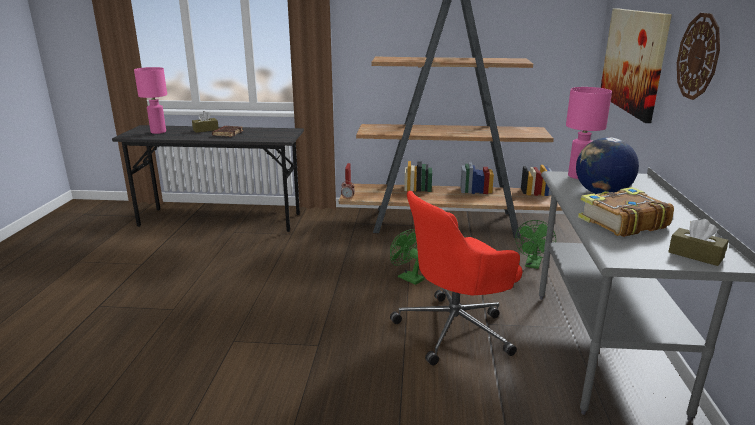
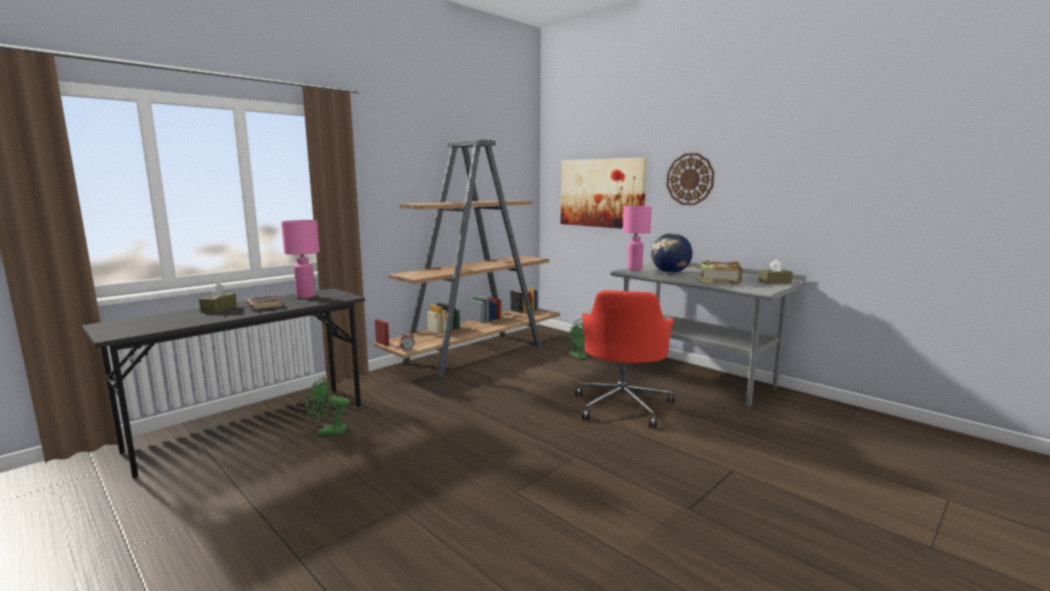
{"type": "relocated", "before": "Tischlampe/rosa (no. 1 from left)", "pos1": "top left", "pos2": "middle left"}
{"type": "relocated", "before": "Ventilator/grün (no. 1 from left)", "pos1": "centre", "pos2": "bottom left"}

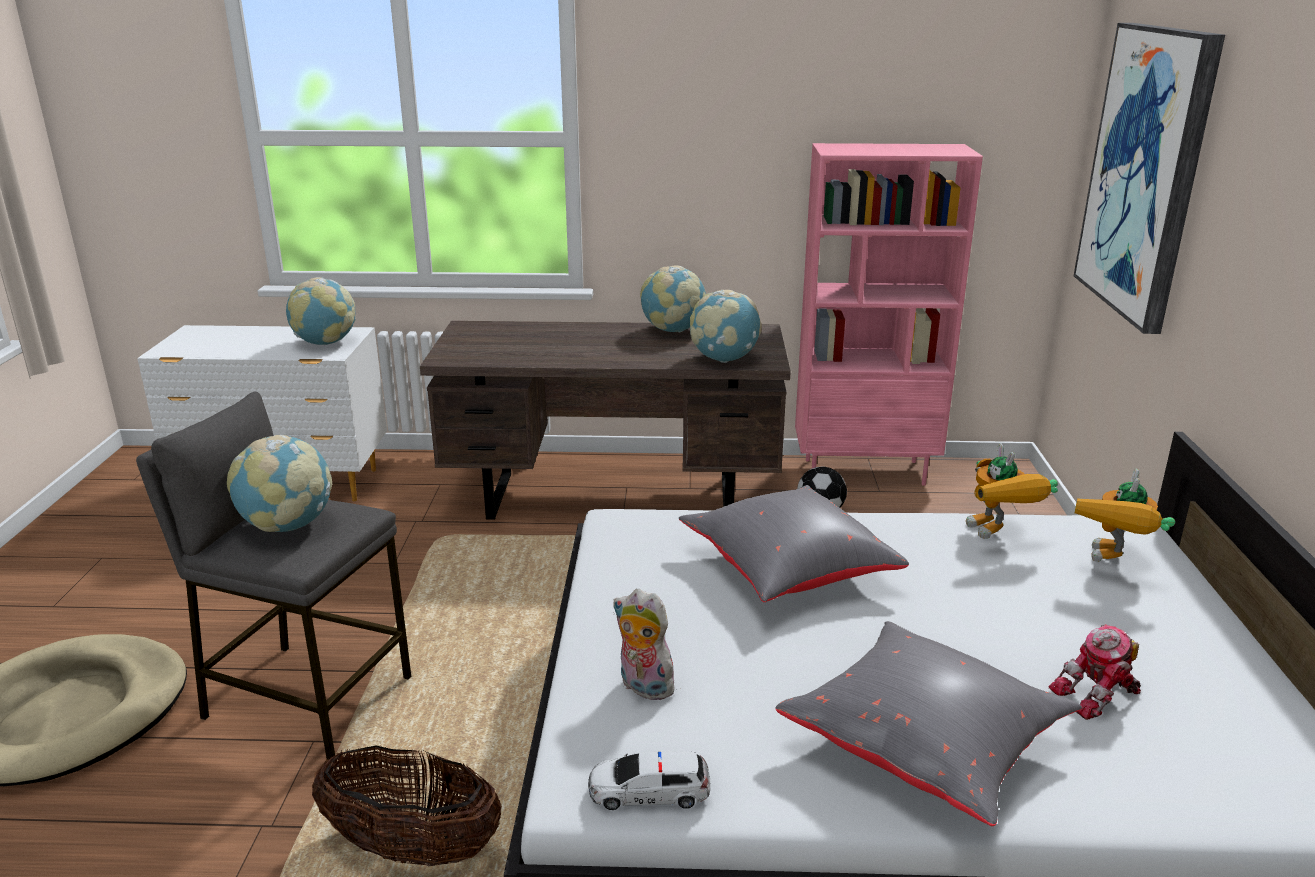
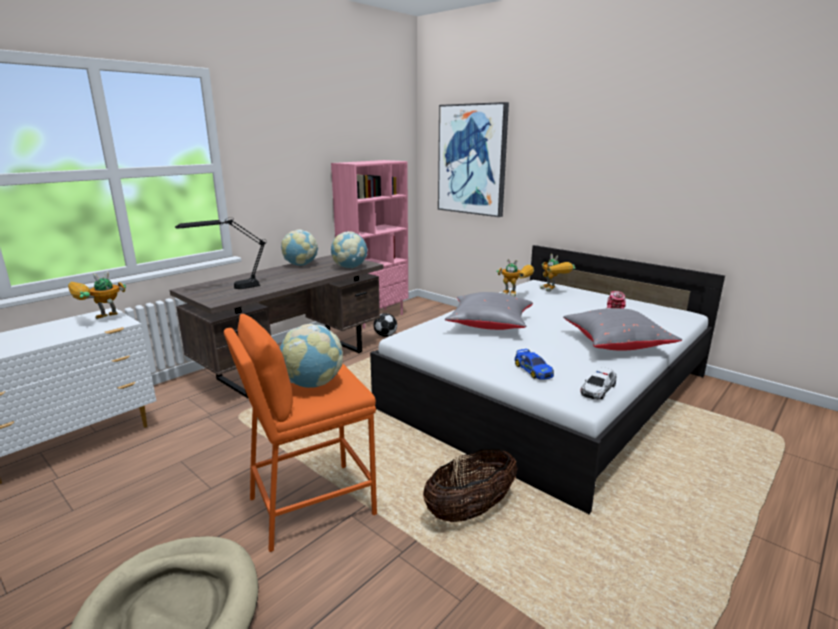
{"type": "appeared", "after": "Tischlampe/schwarz", "pos2": "middle left"}
{"type": "exchanged", "before": "Globus (no. 2 from left)", "after": "Spielzeugroboter (no. 1 from left)", "pos1": "middle left", "pos2": "middle left"}
{"type": "exchanged", "before": "Plüschtier", "after": "Spielzeugauto (no. 1 from left)", "pos1": "bottom centre", "pos2": "centre"}
{"type": "colour", "before": "Hocker/grau", "after": "Hocker/orange", "pos1": "middle left", "pos2": "bottom centre"}

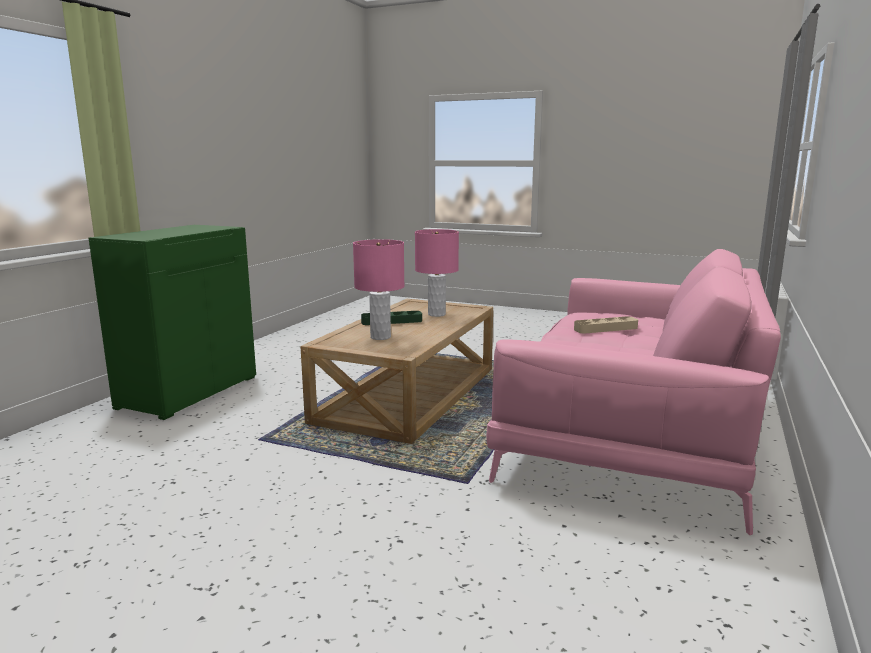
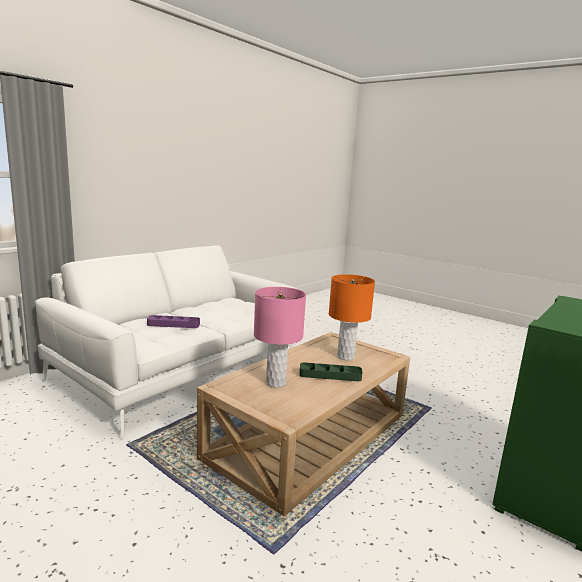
{"type": "colour", "before": "Tischlampe/rosa (no. 1 from left)", "after": "Tischlampe/orange", "pos1": "centre", "pos2": "centre"}
{"type": "colour", "before": "Sofa/rosa", "after": "Sofa/weiß", "pos1": "middle right", "pos2": "middle left"}
{"type": "colour", "before": "Tablett/beige", "after": "Tablett/lila", "pos1": "middle right", "pos2": "middle left"}

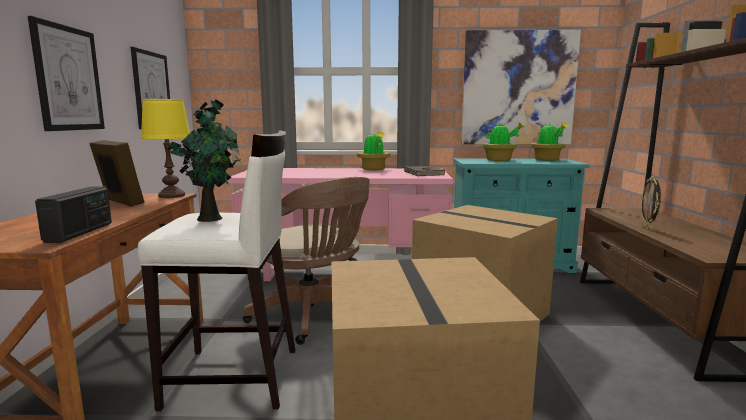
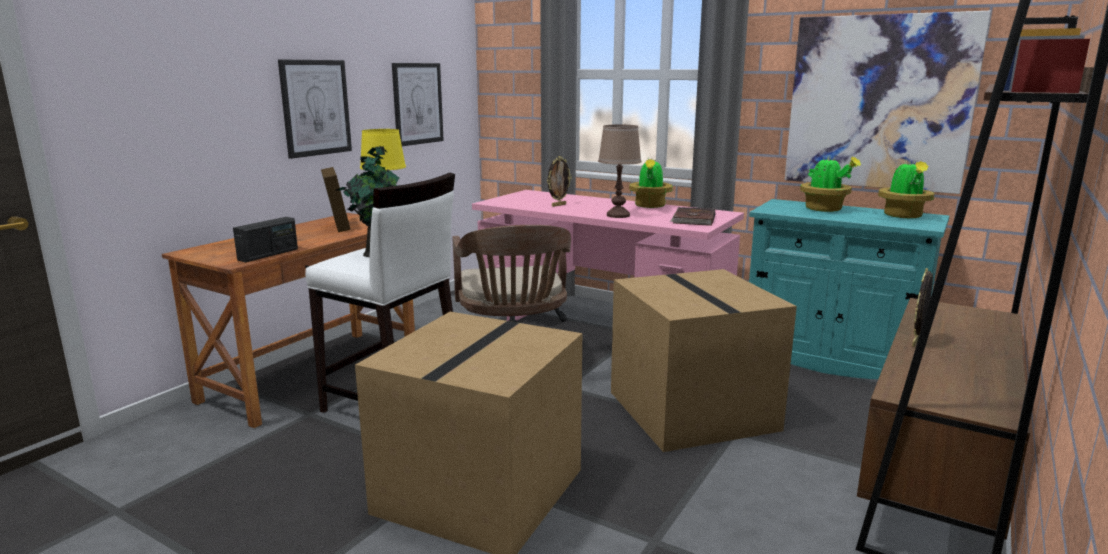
{"type": "appeared", "after": "Bilderrahmen (no. 2 from left)", "pos2": "top centre"}
{"type": "appeared", "after": "Tischlampe/braun", "pos2": "top centre"}

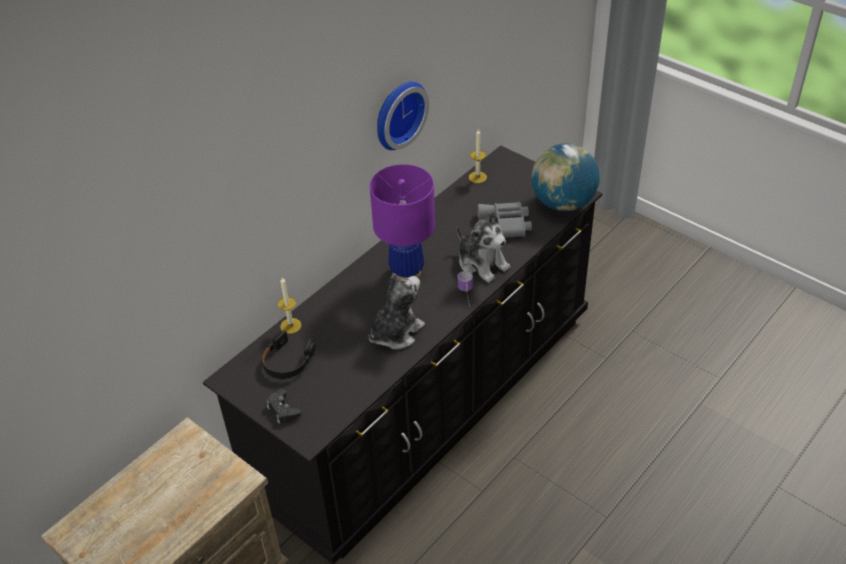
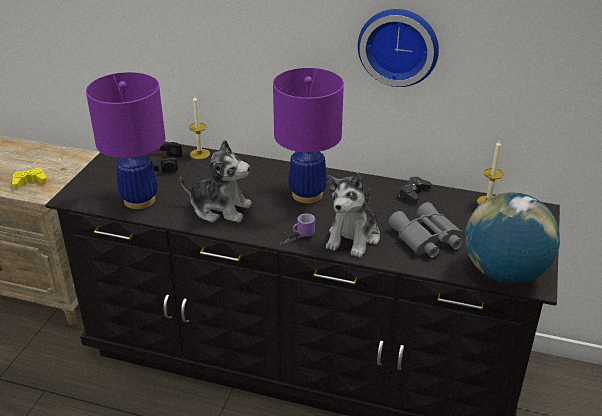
{"type": "appeared", "after": "Gamepad/gelb", "pos2": "middle left"}
{"type": "appeared", "after": "Tischlampe/lila (no. 1 from left)", "pos2": "middle left"}
{"type": "relocated", "before": "Gamepad/schwarz", "pos1": "bottom centre", "pos2": "middle right"}

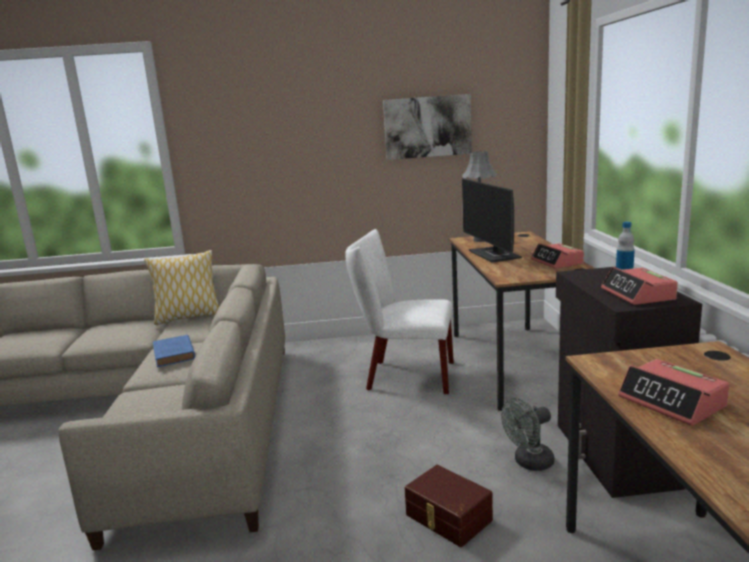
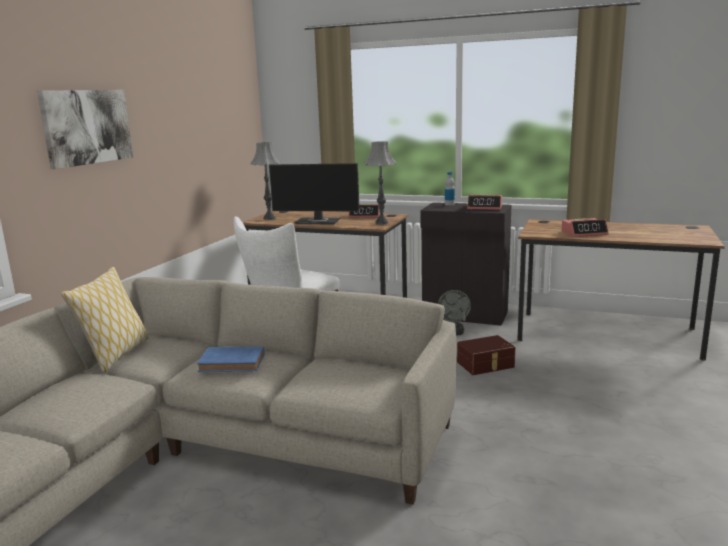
{"type": "appeared", "after": "Tischlampe/grau (no. 2 from left)", "pos2": "centre"}
{"type": "relocated", "before": "Bild", "pos1": "top centre", "pos2": "top left"}

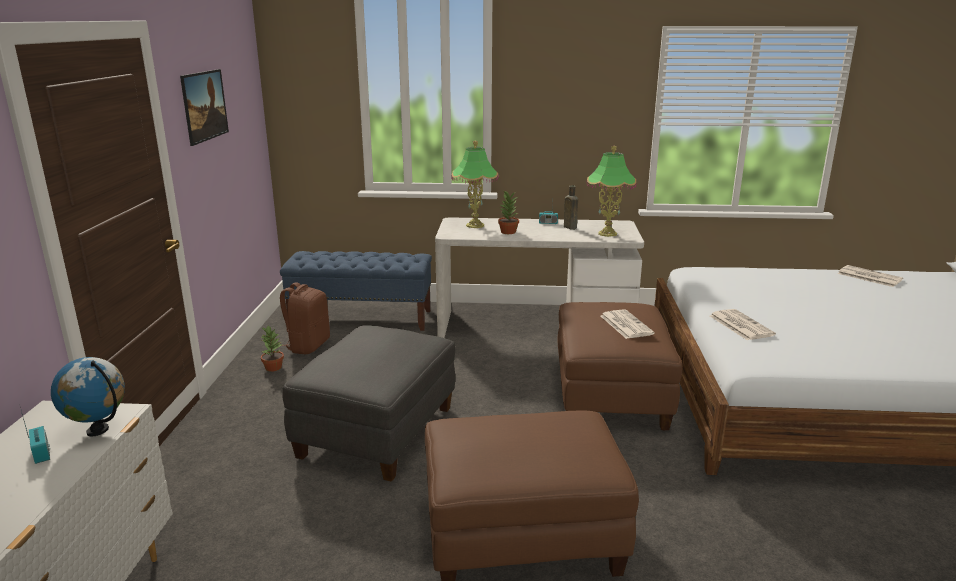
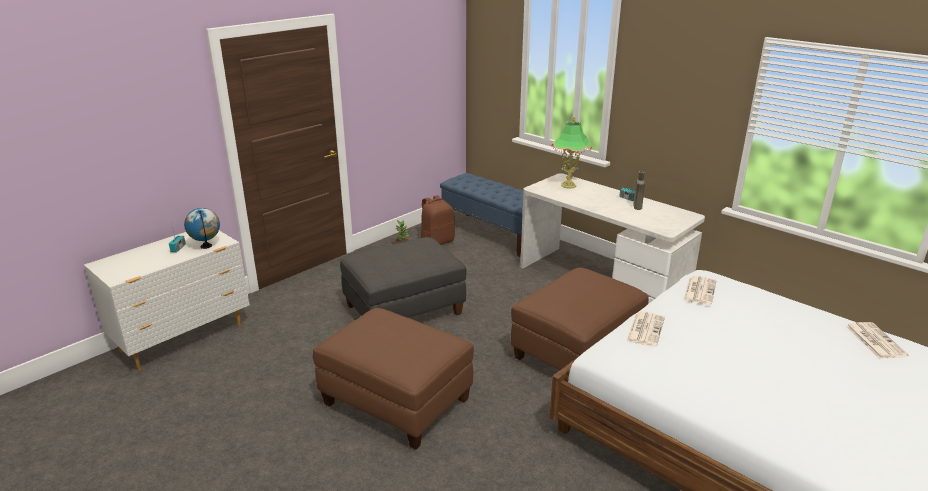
{"type": "missing", "before": "Bild", "pos1": "top left"}
{"type": "missing", "before": "Topfpflanze (no. 2 from left)", "pos1": "centre"}
{"type": "missing", "before": "Tischlampe (no. 2 from left)", "pos1": "top centre"}
{"type": "relocated", "before": "Zeitung (no. 1 from left in the first image)", "after": "Zeitung (no. 2 from left)", "pos1": "centre", "pos2": "middle right"}

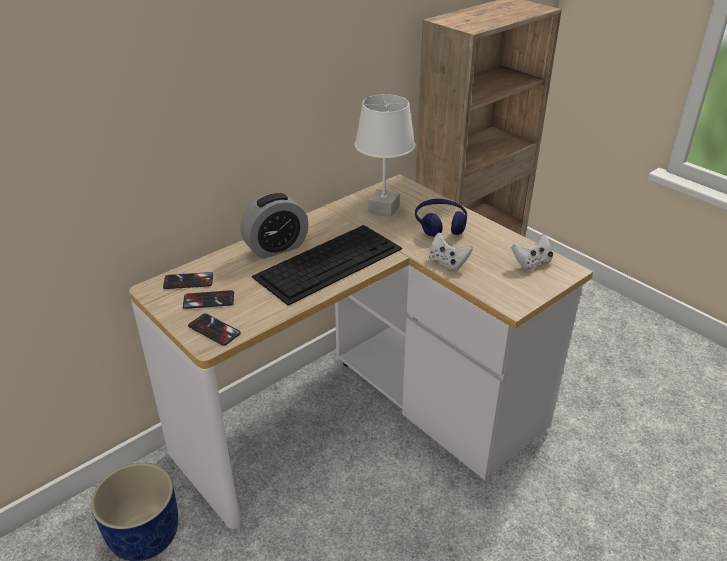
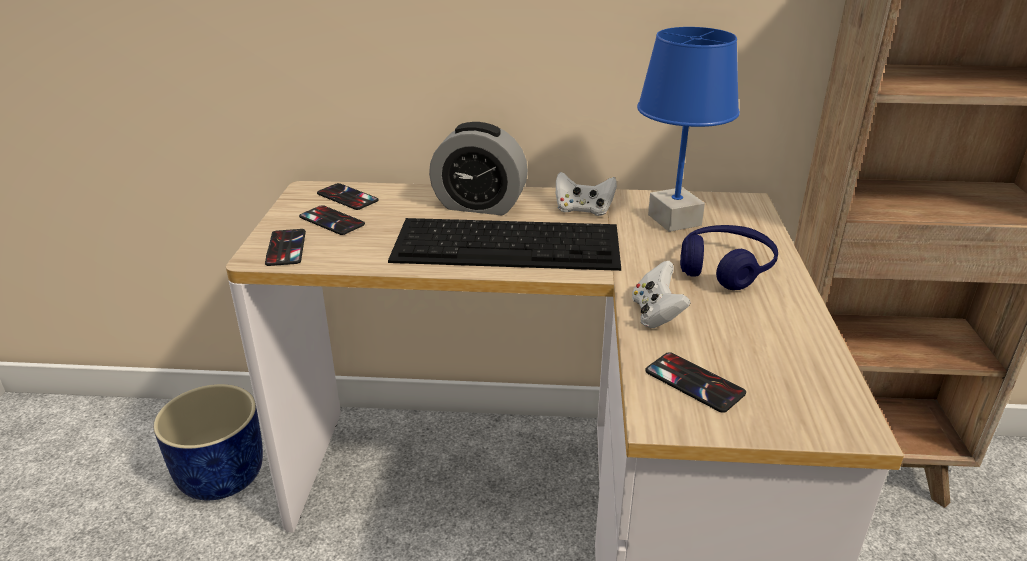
{"type": "appeared", "after": "Handy (no. 4 from left)", "pos2": "bottom right"}
{"type": "relocated", "before": "Gamepad/weiß (no. 2 from left in the first image)", "after": "Gamepad/weiß (no. 1 from left)", "pos1": "middle right", "pos2": "centre"}
{"type": "colour", "before": "Tischlampe/weiß", "after": "Tischlampe/blau", "pos1": "top centre", "pos2": "top right"}

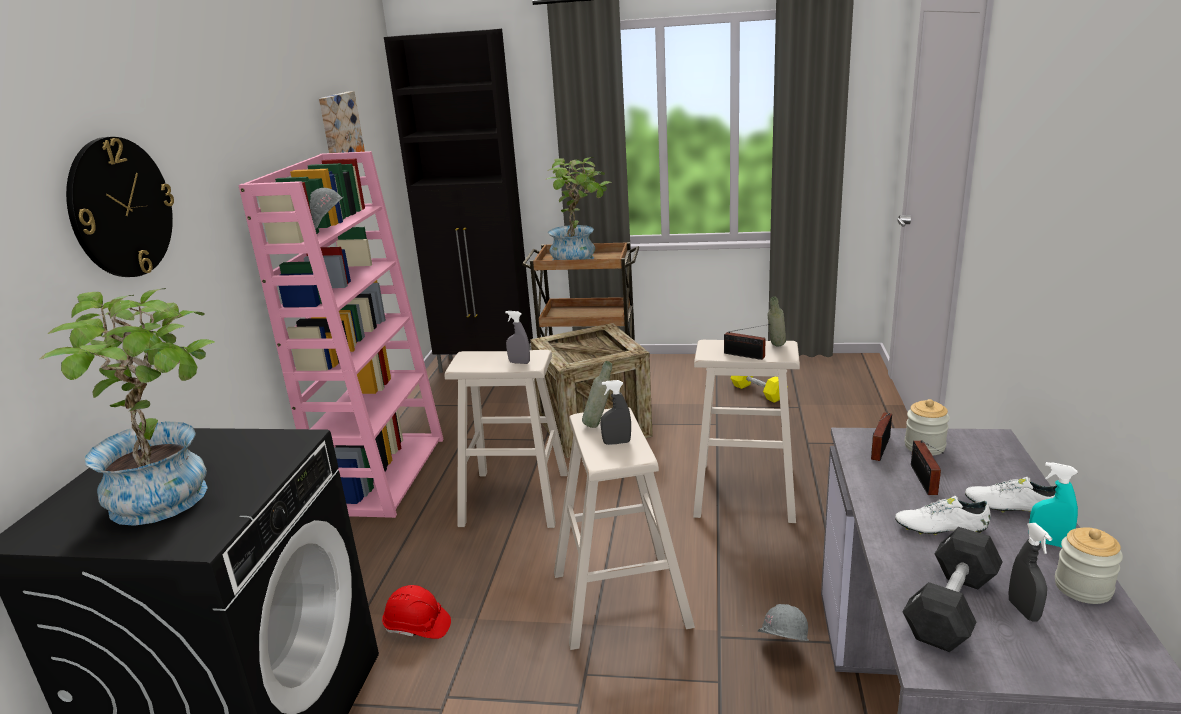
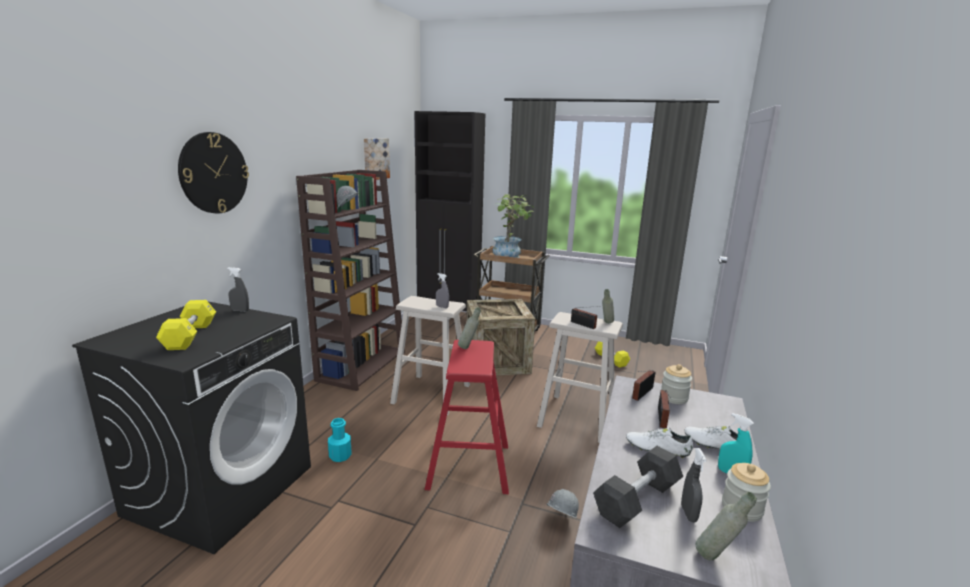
{"type": "appeared", "after": "Flasche/grau (no. 3 from left)", "pos2": "bottom right"}
{"type": "relocated", "before": "Sprühflasche/grau (no. 2 from left in the first image)", "after": "Sprühflasche/grau (no. 1 from left)", "pos1": "centre", "pos2": "middle left"}
{"type": "exchanged", "before": "Topfpflanze (no. 1 from left)", "after": "Hantel/gelb (no. 1 from left)", "pos1": "middle left", "pos2": "middle left"}
{"type": "exchanged", "before": "Schutzhelm/rot", "after": "Flasche/türkis", "pos1": "bottom centre", "pos2": "bottom centre"}
{"type": "colour", "before": "Bücherregal/rosa", "after": "Bücherregal/braun", "pos1": "middle left", "pos2": "centre"}
{"type": "colour", "before": "Hocker/beige (no. 2 from left)", "after": "Hocker/rot", "pos1": "bottom centre", "pos2": "bottom centre"}

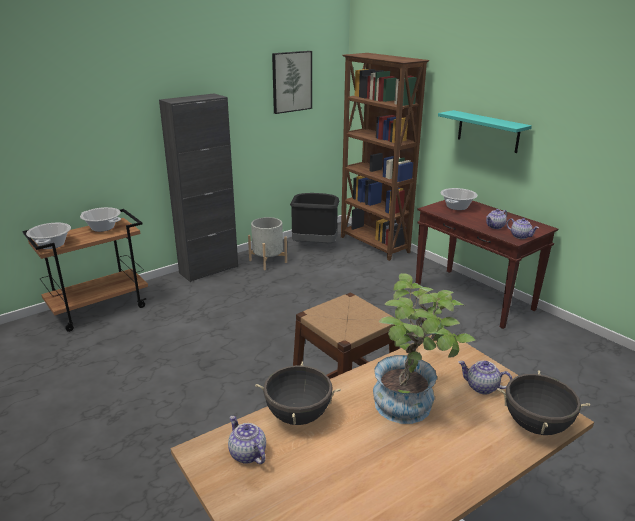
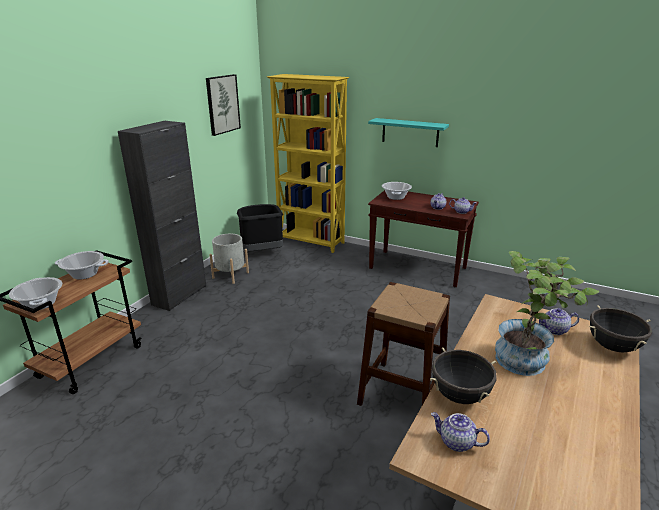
{"type": "colour", "before": "Bücherregal/braun", "after": "Bücherregal/gelb", "pos1": "top centre", "pos2": "top centre"}

